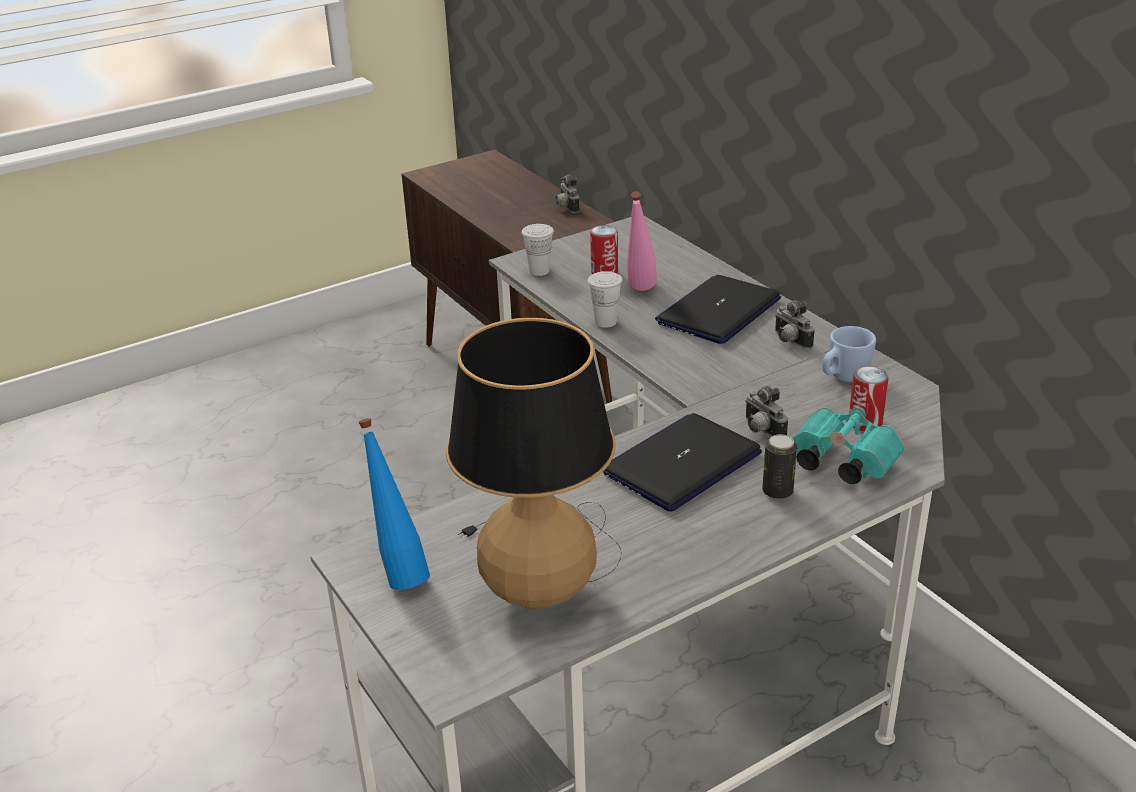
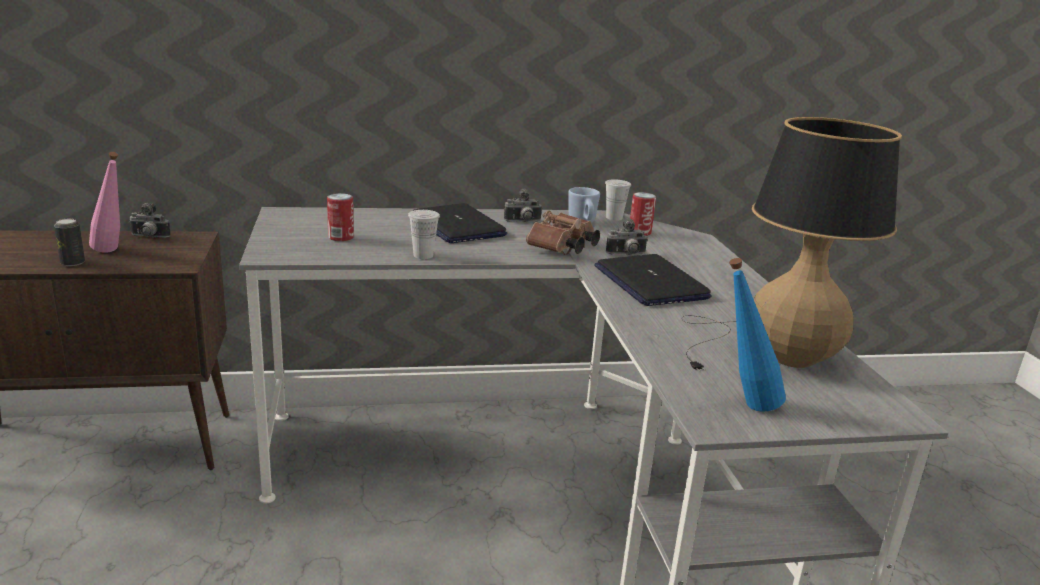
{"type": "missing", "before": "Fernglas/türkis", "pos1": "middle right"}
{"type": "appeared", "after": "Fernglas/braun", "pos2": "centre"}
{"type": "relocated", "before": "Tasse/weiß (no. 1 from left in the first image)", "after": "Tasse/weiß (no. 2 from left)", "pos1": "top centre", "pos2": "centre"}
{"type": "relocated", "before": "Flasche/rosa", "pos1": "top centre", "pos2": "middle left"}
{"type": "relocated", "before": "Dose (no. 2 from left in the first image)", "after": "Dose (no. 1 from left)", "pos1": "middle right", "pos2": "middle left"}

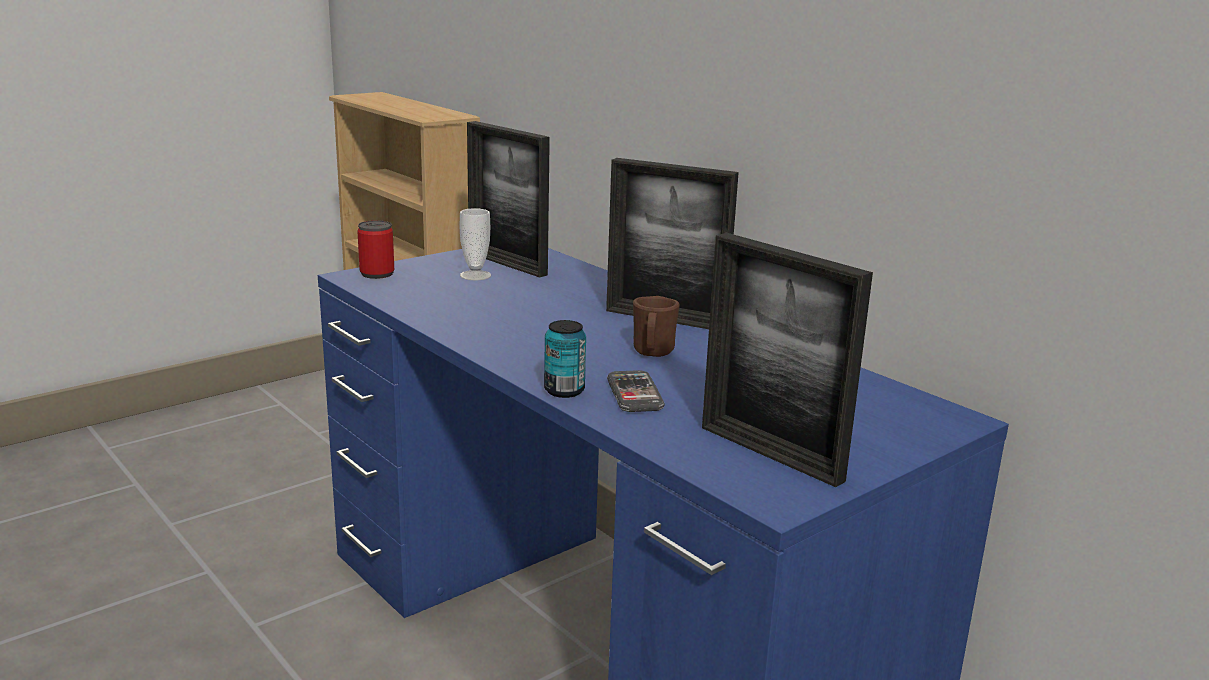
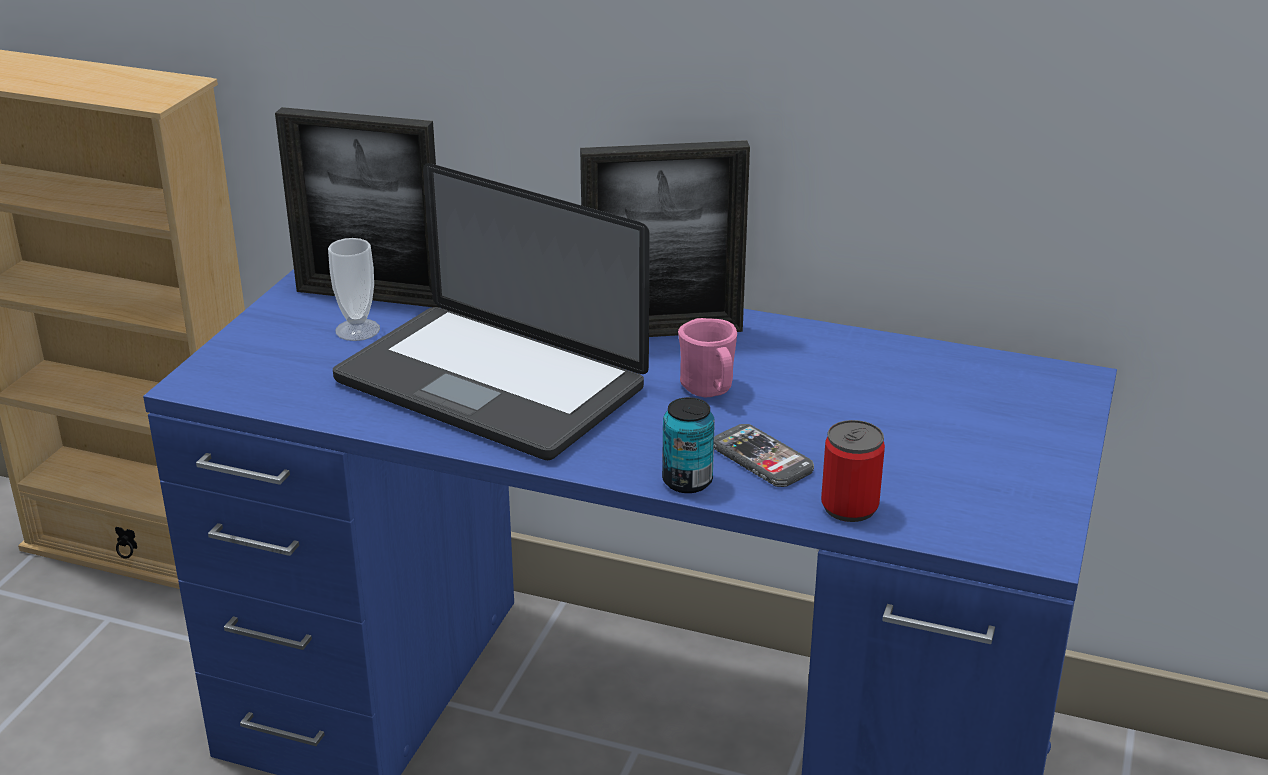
{"type": "missing", "before": "Bilderrahmen (no. 3 from left)", "pos1": "centre"}
{"type": "appeared", "after": "Laptop", "pos2": "centre"}
{"type": "relocated", "before": "Dose (no. 1 from left in the first image)", "after": "Dose (no. 2 from left)", "pos1": "middle left", "pos2": "middle right"}
{"type": "colour", "before": "Henkelbecher/braun", "after": "Henkelbecher/rosa", "pos1": "centre", "pos2": "centre"}

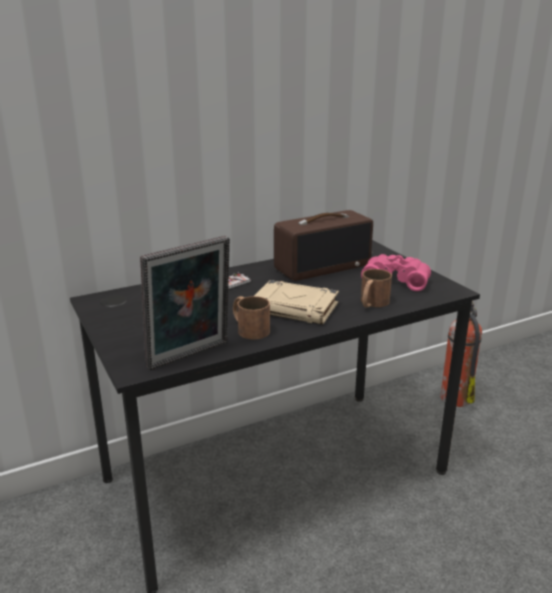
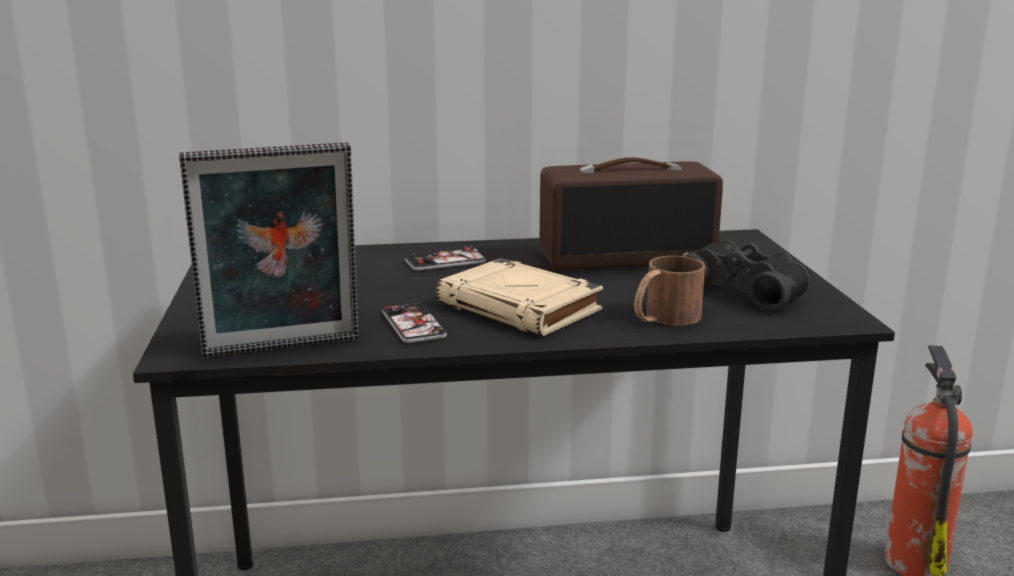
{"type": "exchanged", "before": "Henkelbecher/braun (no. 1 from left)", "after": "Handy (no. 1 from left)", "pos1": "centre", "pos2": "centre"}
{"type": "colour", "before": "Fernglas/rosa", "after": "Fernglas/schwarz", "pos1": "middle right", "pos2": "middle right"}

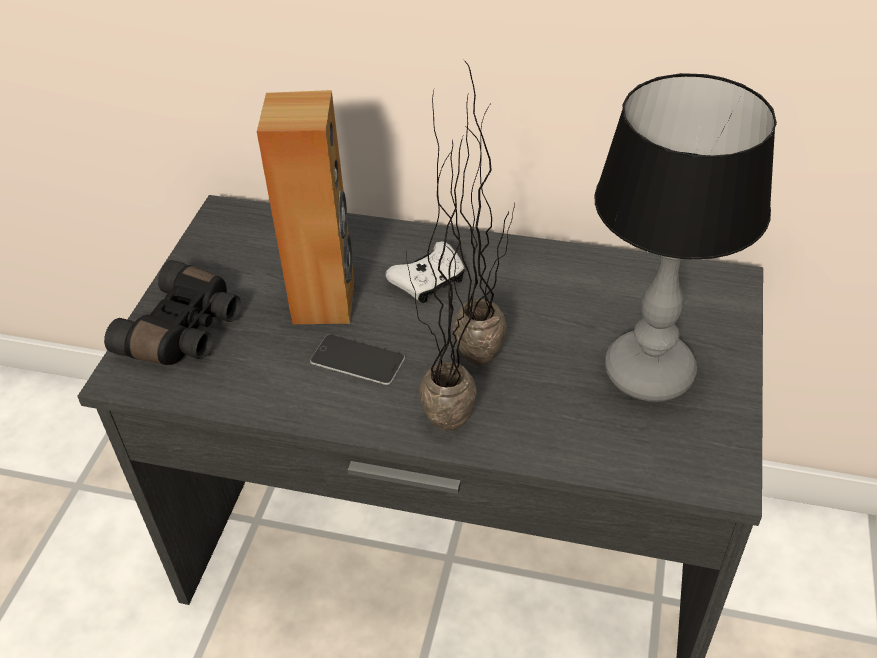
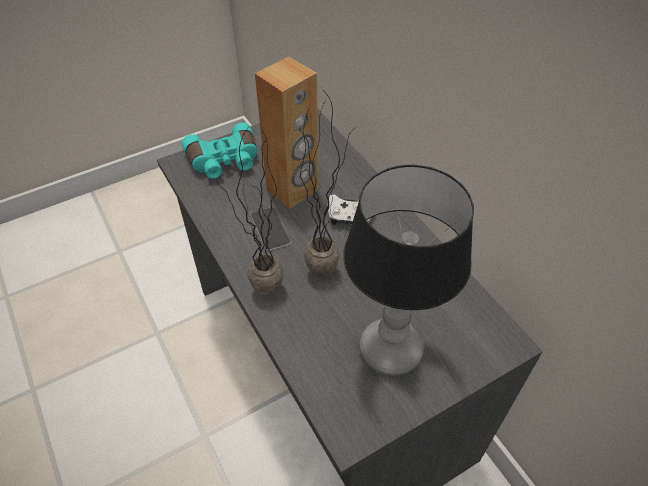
{"type": "colour", "before": "Fernglas/schwarz", "after": "Fernglas/türkis", "pos1": "middle left", "pos2": "top centre"}

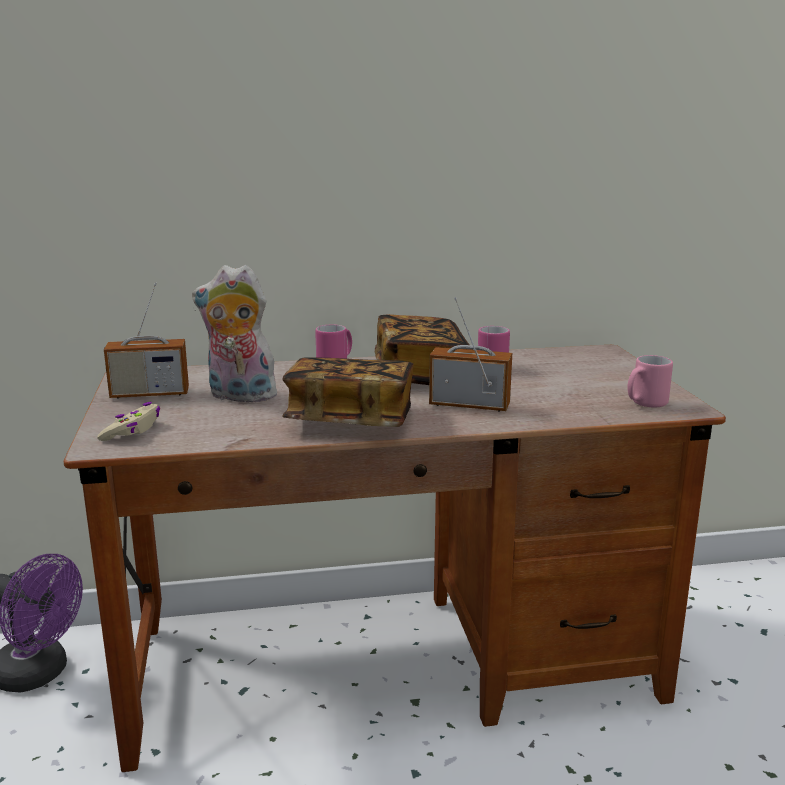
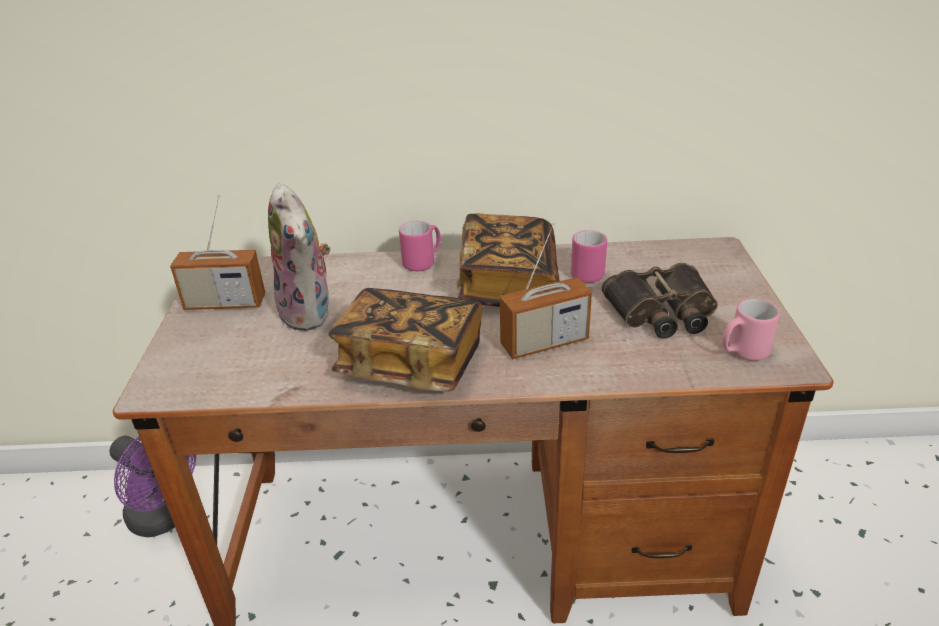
{"type": "missing", "before": "Gamepad/beige", "pos1": "middle left"}
{"type": "appeared", "after": "Fernglas", "pos2": "middle right"}
{"type": "spun", "before": "Plüschtier", "pos1": "middle left", "pos2": "middle left", "turn": -135}
{"type": "spun", "before": "Radio (no. 2 from left)", "pos1": "centre", "pos2": "centre", "turn": 135}

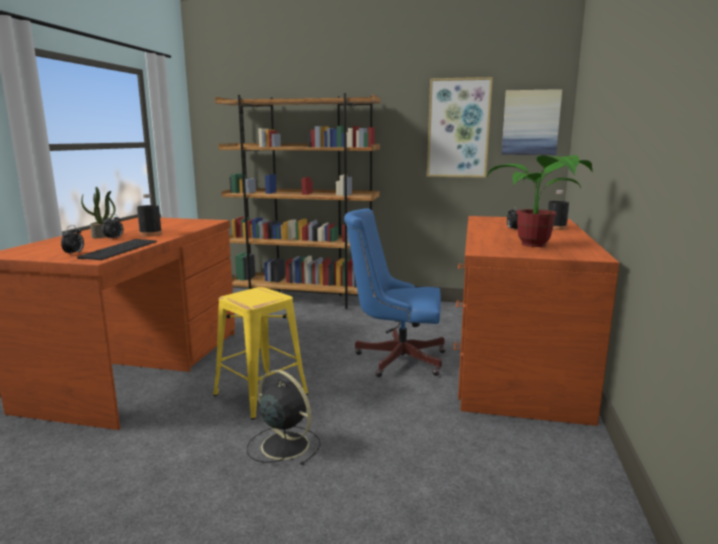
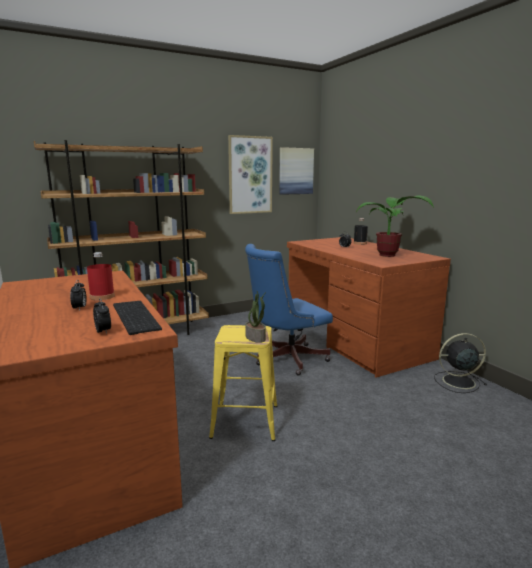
{"type": "relocated", "before": "Topfpflanze (no. 1 from left)", "pos1": "middle left", "pos2": "centre"}
{"type": "relocated", "before": "Ventilator/schwarz", "pos1": "bottom centre", "pos2": "middle right"}
{"type": "colour", "before": "Flasche/schwarz (no. 1 from left)", "after": "Flasche/rot", "pos1": "middle left", "pos2": "middle left"}

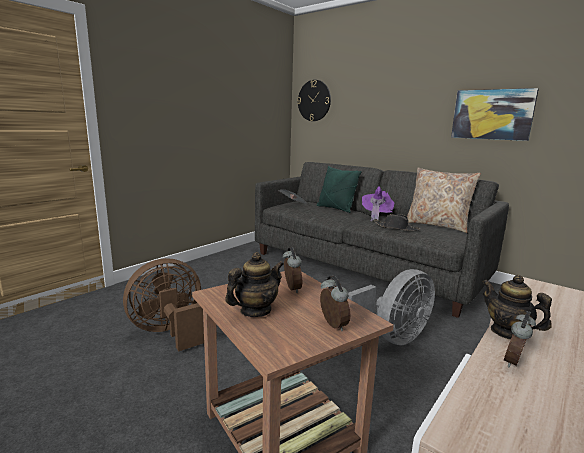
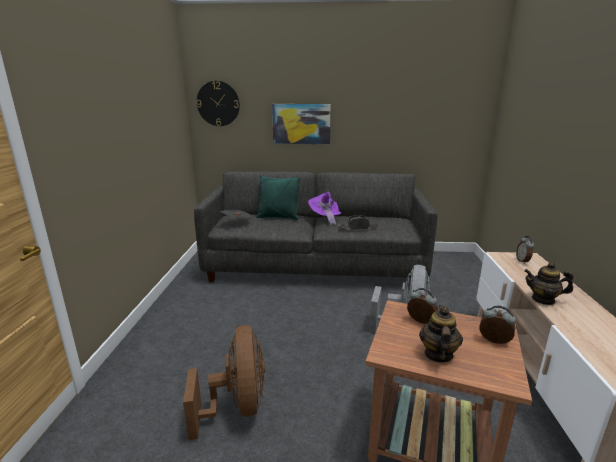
{"type": "missing", "before": "Kissen/beige", "pos1": "middle right"}
{"type": "relocated", "before": "Bild", "pos1": "top right", "pos2": "top centre"}
{"type": "relocated", "before": "Wecker (no. 3 from left)", "pos1": "bottom right", "pos2": "middle right"}
{"type": "spun", "before": "Ventilator/braun", "pos1": "bottom left", "pos2": "bottom centre", "turn": 150}

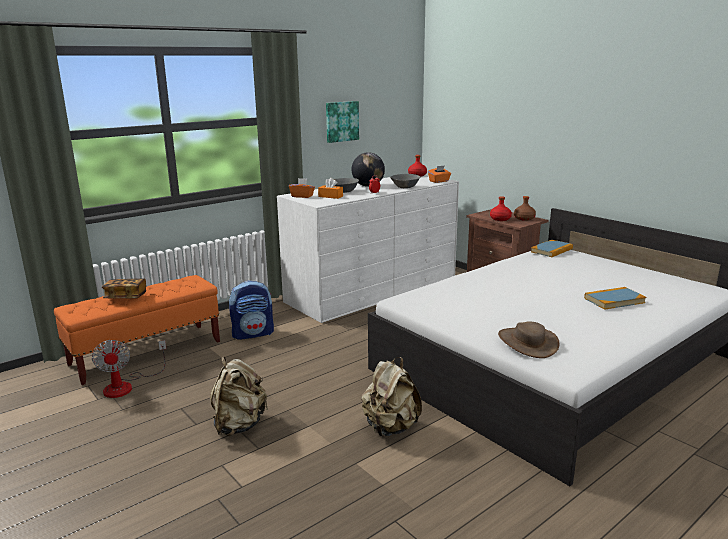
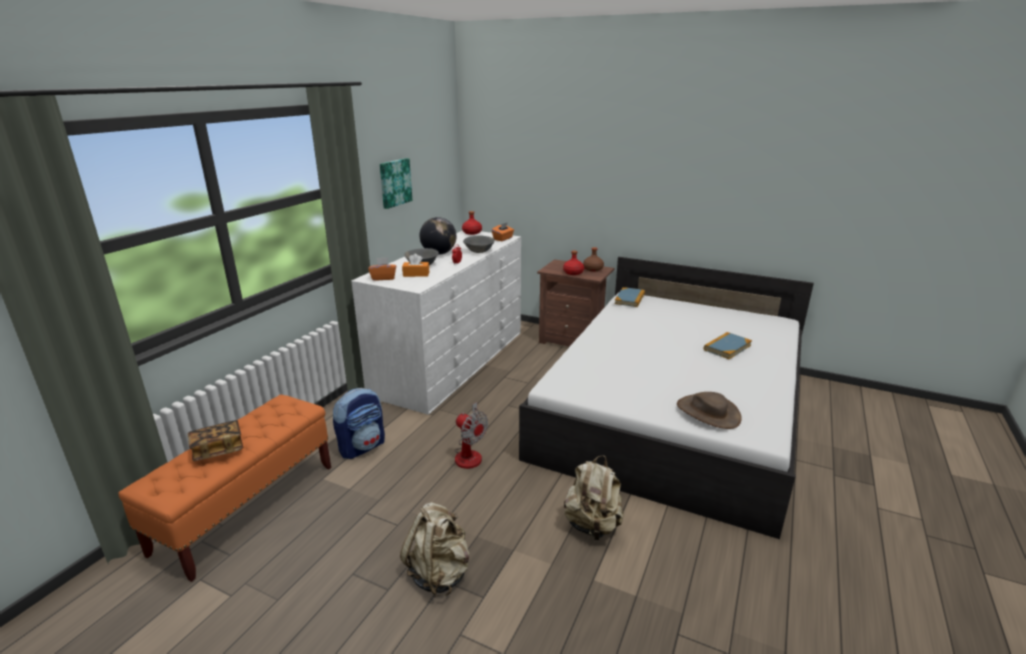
{"type": "relocated", "before": "Ventilator", "pos1": "bottom left", "pos2": "centre"}

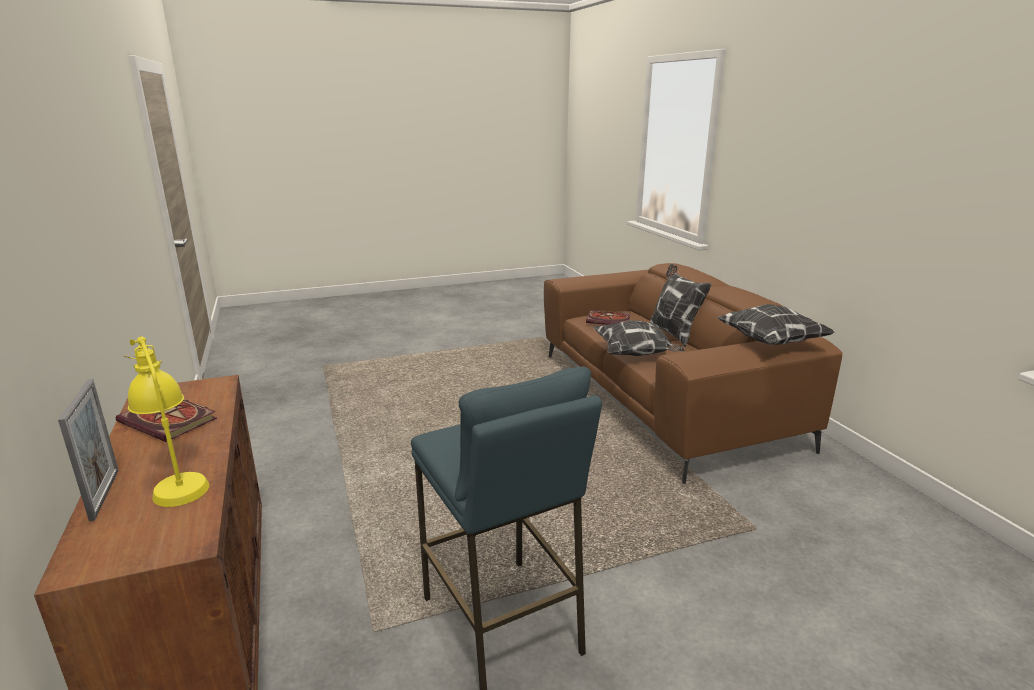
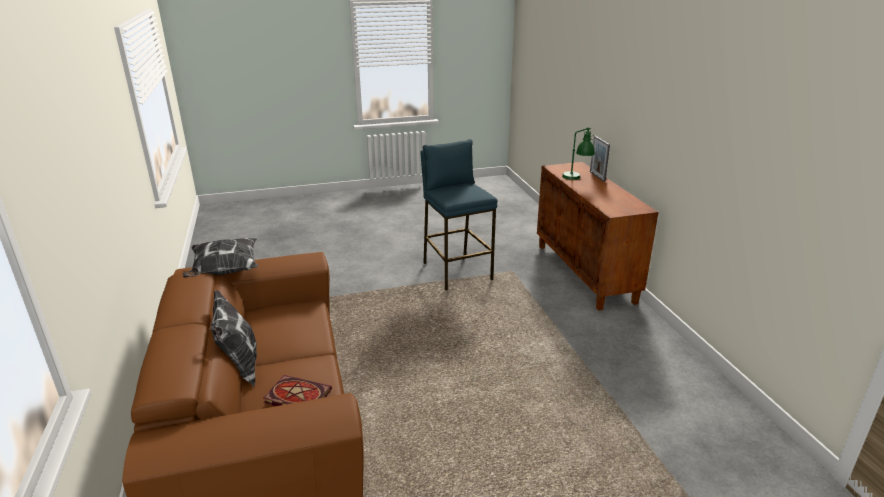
{"type": "missing", "before": "Buch (no. 1 from left)", "pos1": "middle left"}
{"type": "missing", "before": "Kissen (no. 1 from left)", "pos1": "centre"}
{"type": "colour", "before": "Tischlampe/gelb", "after": "Tischlampe/grün", "pos1": "middle left", "pos2": "top centre"}

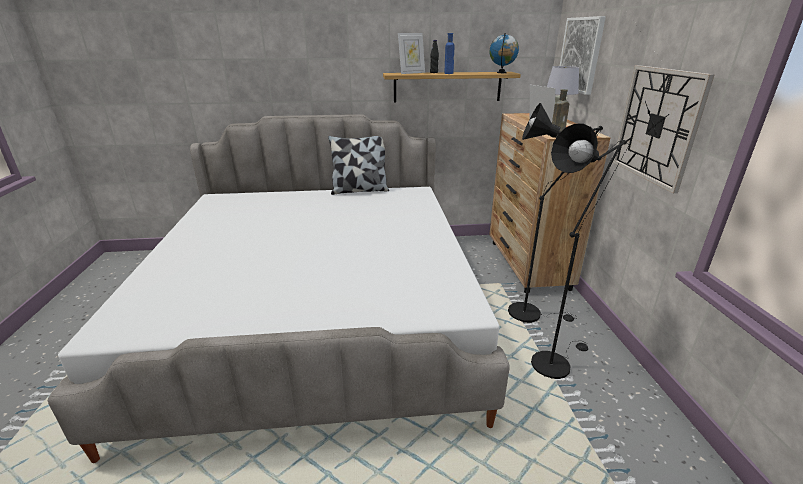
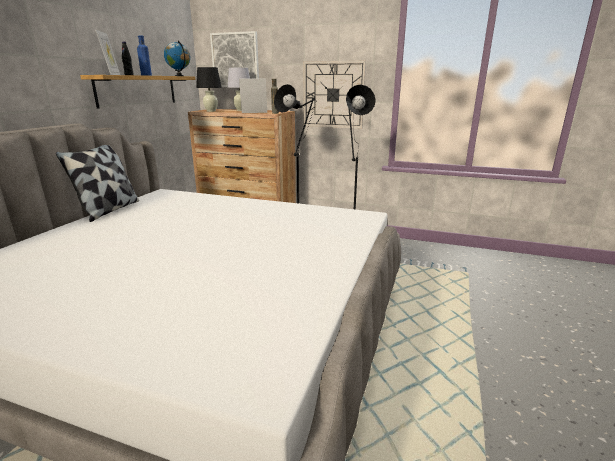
{"type": "appeared", "after": "Tischlampe/schwarz", "pos2": "top centre"}

